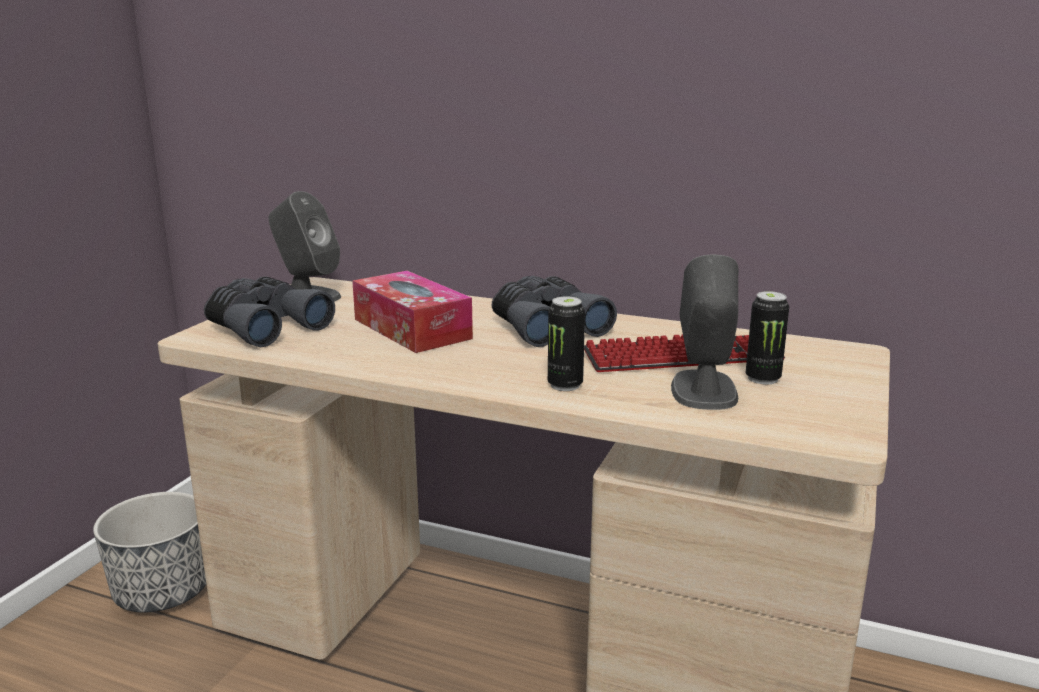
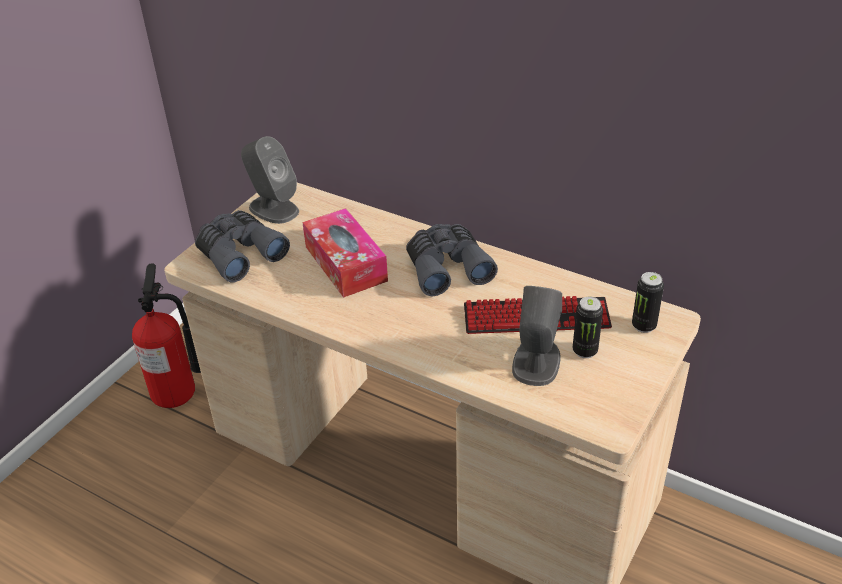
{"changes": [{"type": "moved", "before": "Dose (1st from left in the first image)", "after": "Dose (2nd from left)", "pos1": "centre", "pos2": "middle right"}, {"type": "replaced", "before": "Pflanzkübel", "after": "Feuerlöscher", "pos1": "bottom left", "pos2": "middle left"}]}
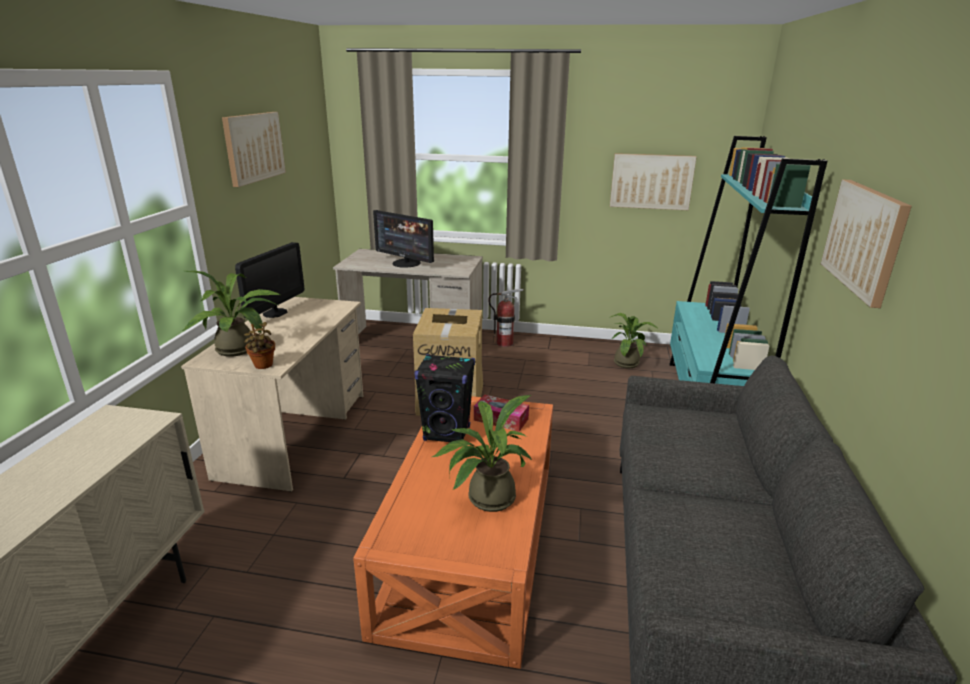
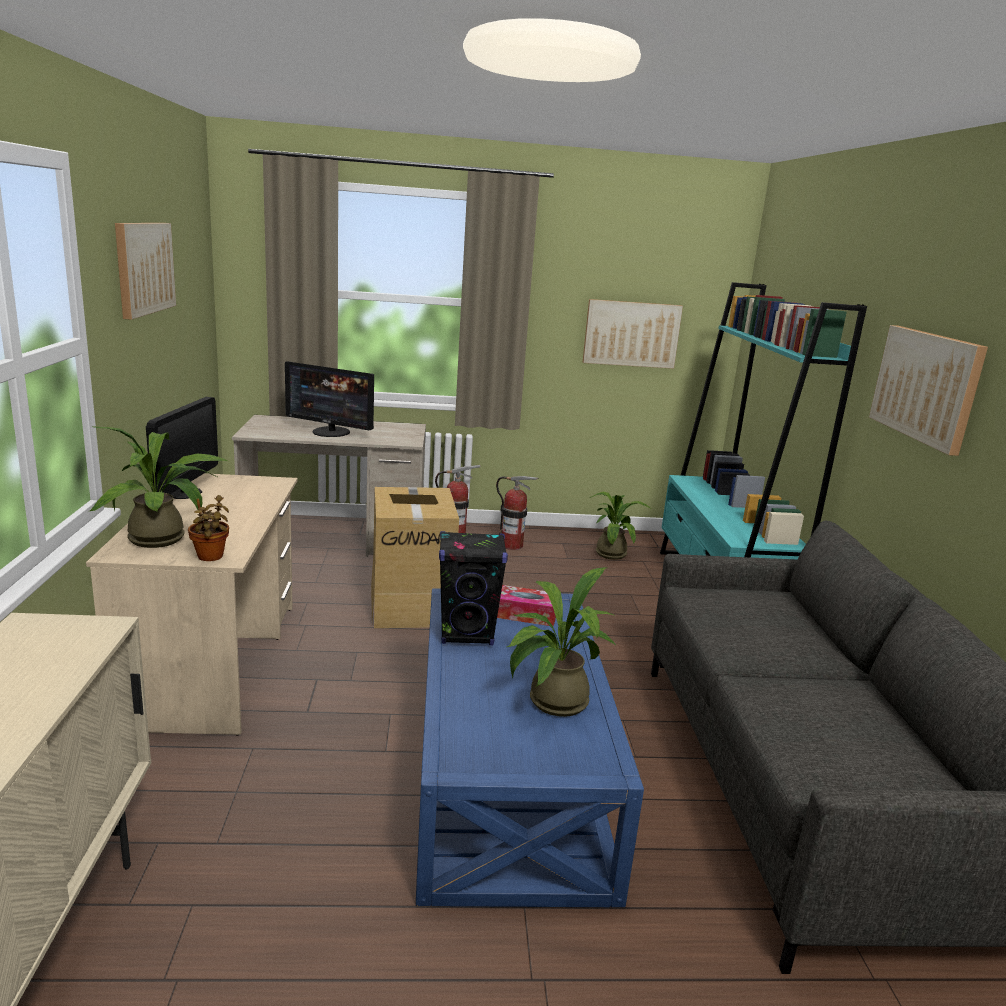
{"changes": [{"type": "added", "after": "Feuerlöscher (2nd from left)", "pos2": "centre"}, {"type": "recoloured", "before": "Couchtisch (orange)", "after": "Couchtisch (blau)", "pos1": "bottom centre", "pos2": "bottom centre"}]}
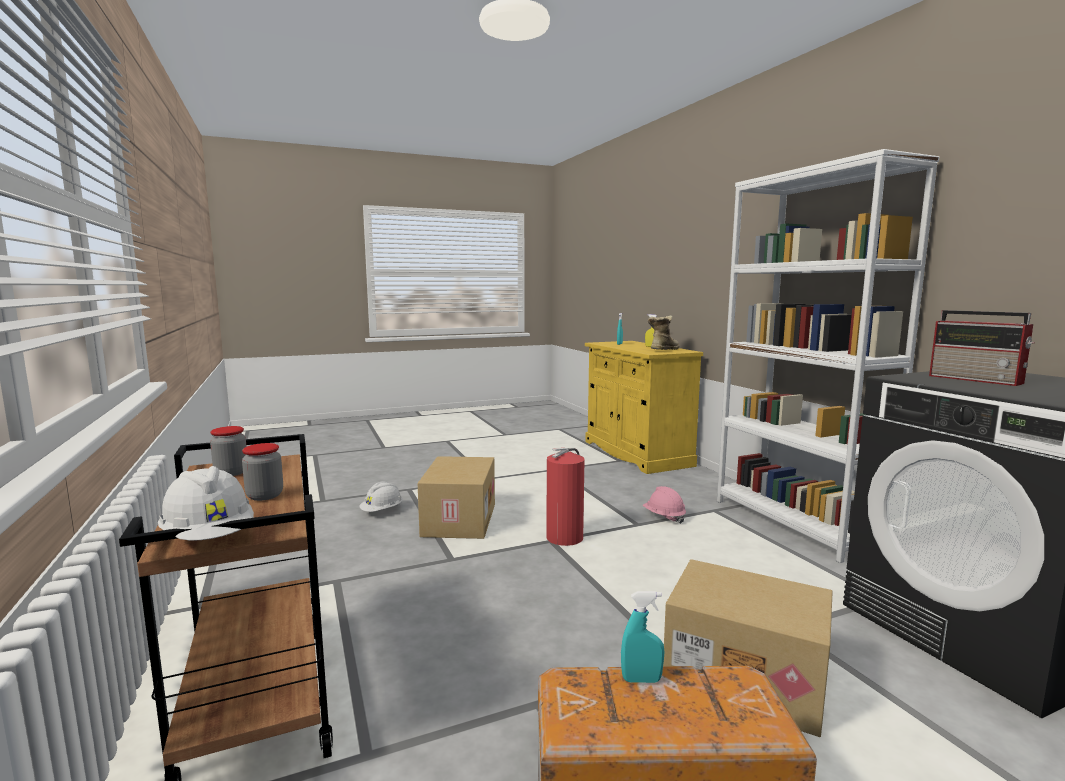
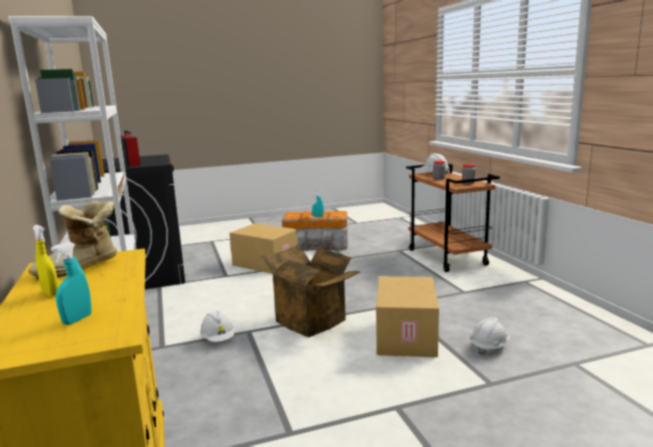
{"changes": [{"type": "replaced", "before": "Feuerlöscher", "after": "Karton (2nd from left)", "pos1": "centre", "pos2": "centre"}, {"type": "recoloured", "before": "Schutzhelm (rosa)", "after": "Schutzhelm (weiß) (1st from left)", "pos1": "centre", "pos2": "bottom left"}]}
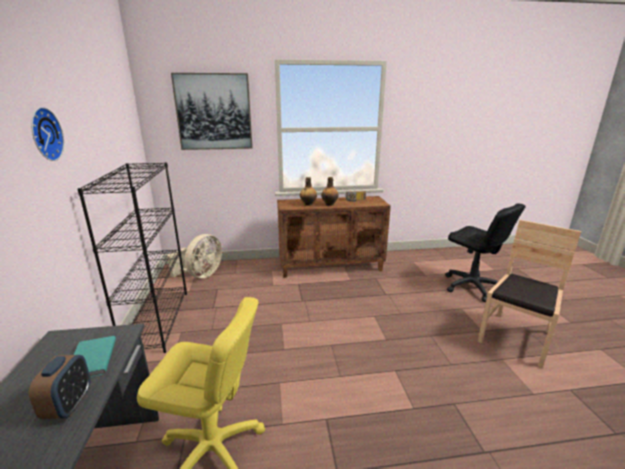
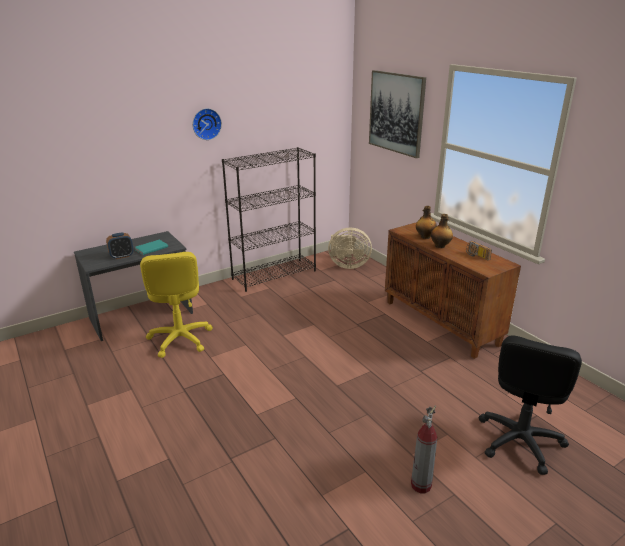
{"changes": [{"type": "replaced", "before": "Stuhl (braun)", "after": "Feuerlöscher", "pos1": "middle right", "pos2": "bottom right"}]}
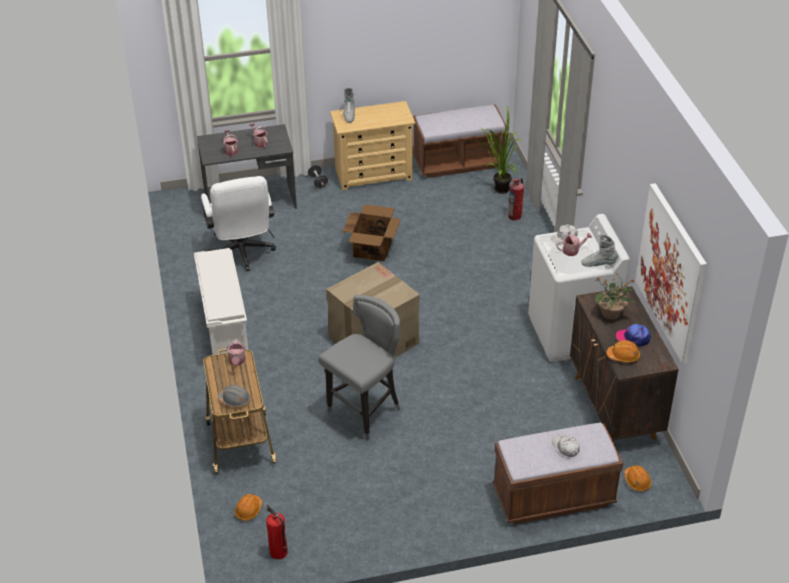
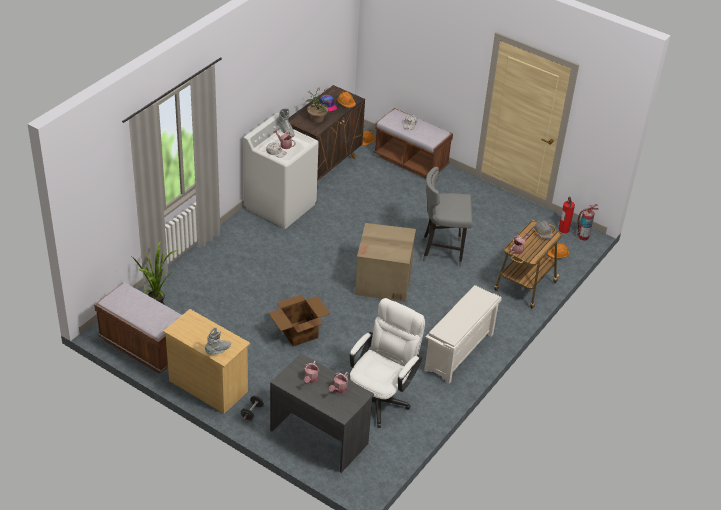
{"changes": [{"type": "removed", "before": "Bild", "pos1": "middle right"}, {"type": "moved", "before": "Feuerlöscher (2nd from left)", "pos1": "centre", "pos2": "middle right"}]}
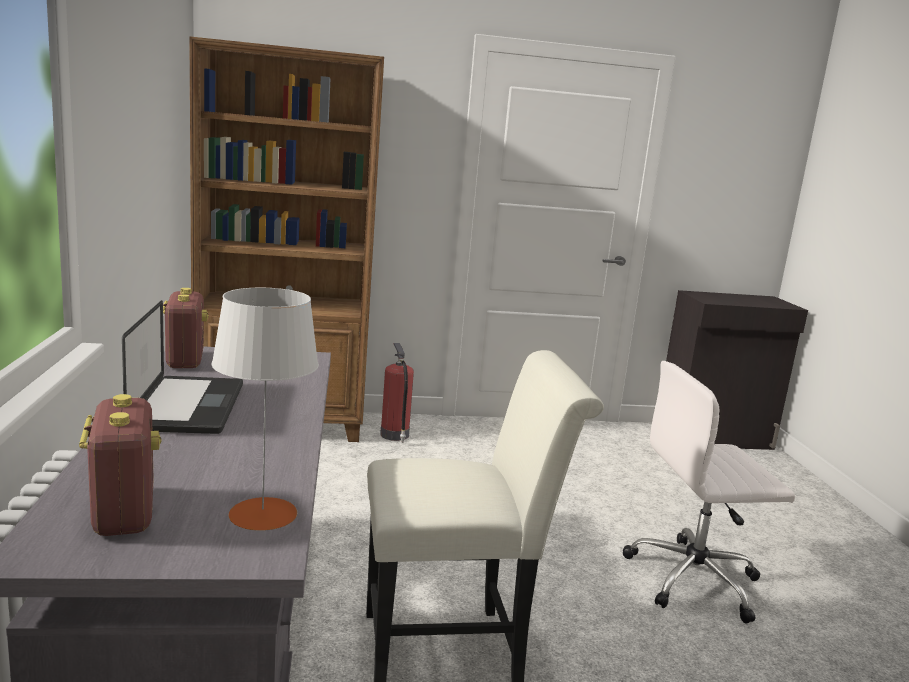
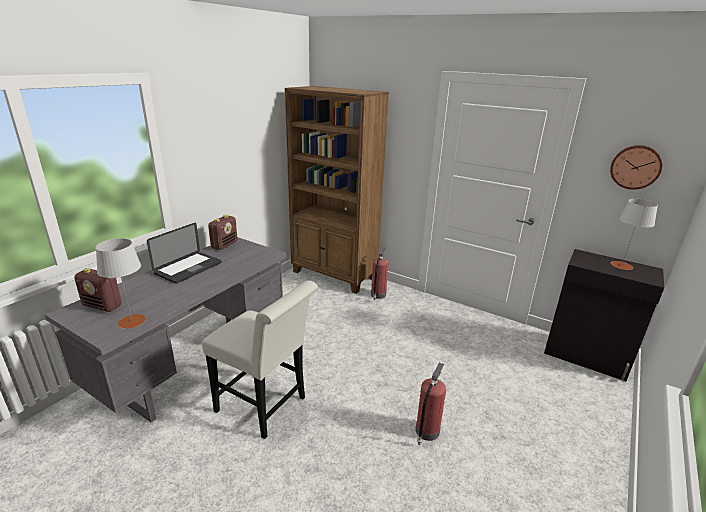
{"changes": [{"type": "added", "after": "Wanduhr", "pos2": "top right"}, {"type": "added", "after": "Tischlampe (grau) (2nd from left)", "pos2": "middle right"}, {"type": "replaced", "before": "Bürostuhl (weiß)", "after": "Feuerlöscher (2nd from left)", "pos1": "bottom right", "pos2": "bottom centre"}, {"type": "turned", "before": "Radio (1st from left)", "pos1": "bottom left", "pos2": "middle left", "turn": 90}]}
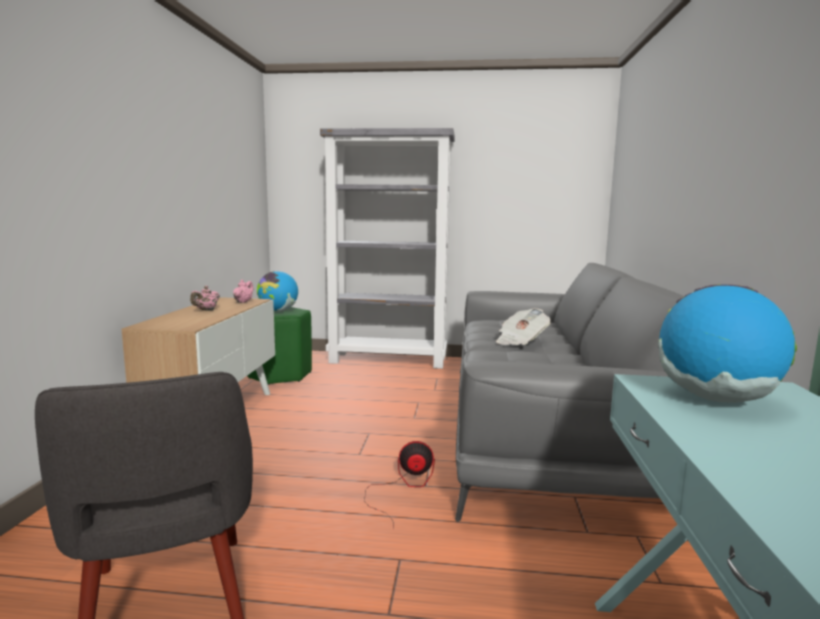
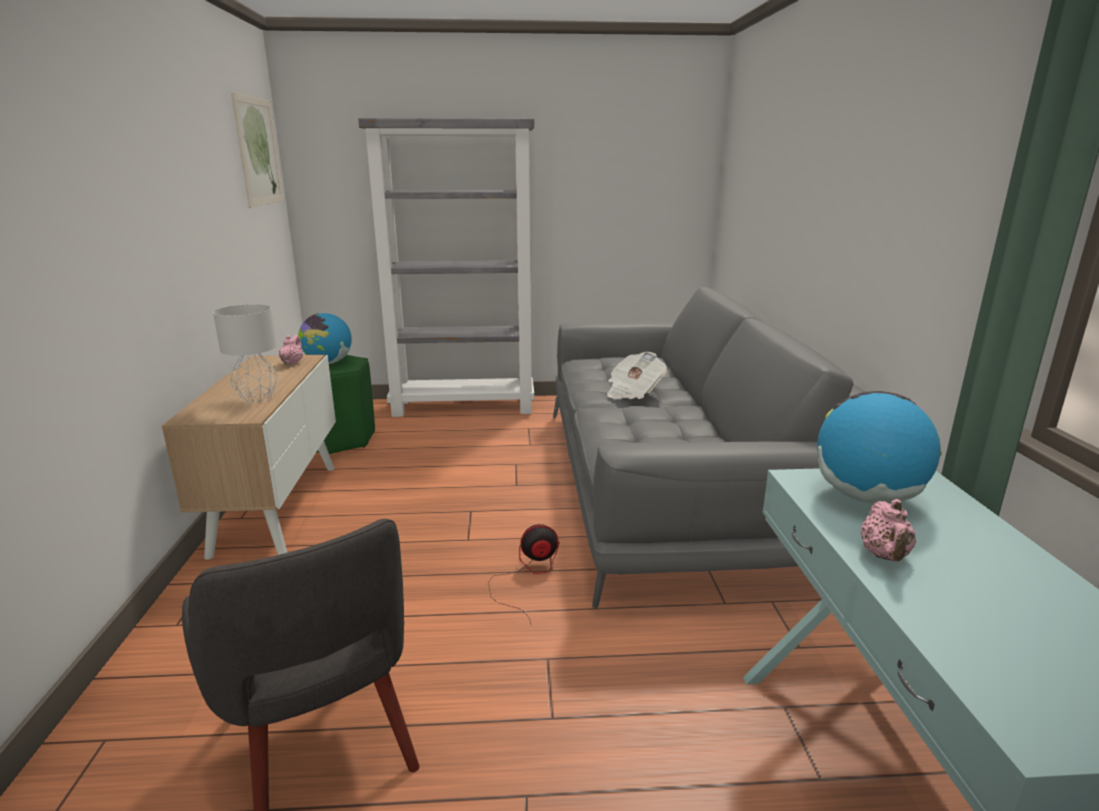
{"changes": [{"type": "added", "after": "Tischlampe (grau)", "pos2": "middle left"}, {"type": "added", "after": "Bild", "pos2": "top left"}, {"type": "moved", "before": "Teekanne (rosa) (1st from left in the first image)", "after": "Teekanne (rosa) (2nd from left)", "pos1": "middle left", "pos2": "middle right"}]}
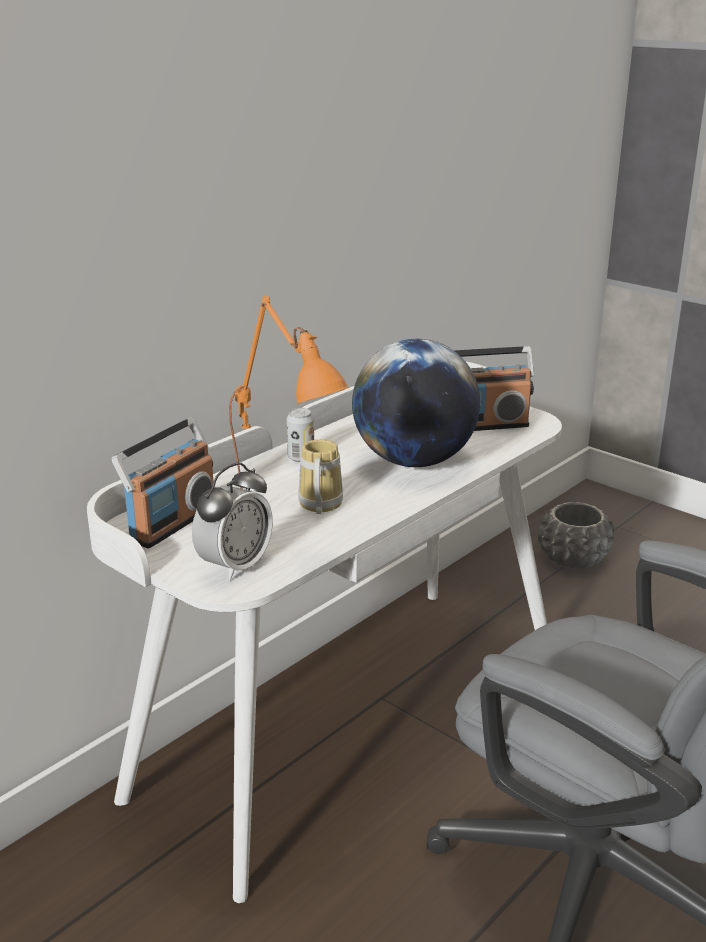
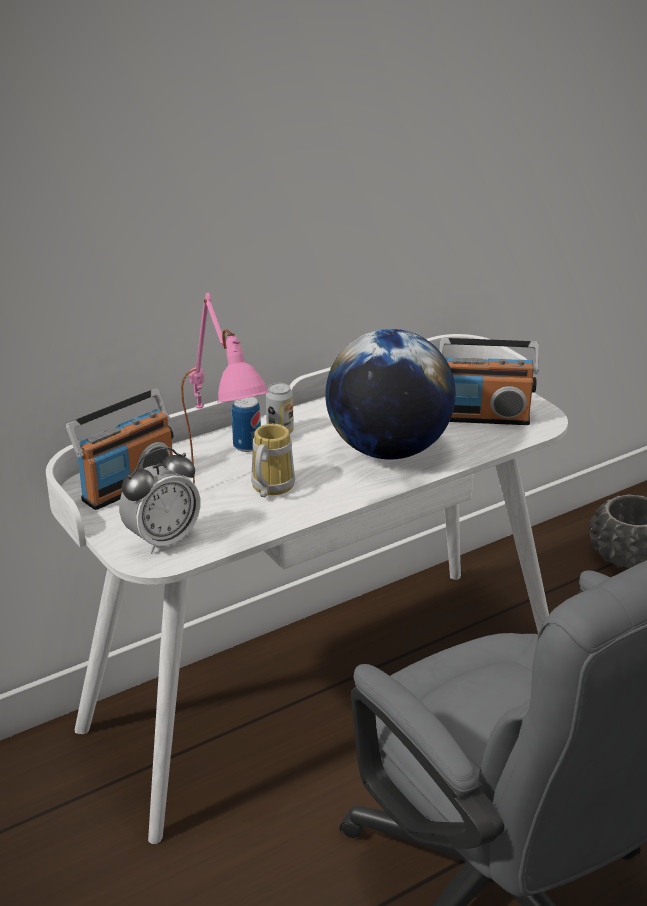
{"changes": [{"type": "added", "after": "Dose (1st from left)", "pos2": "centre"}, {"type": "recoloured", "before": "Tischlampe (orange)", "after": "Tischlampe (rosa)", "pos1": "centre", "pos2": "centre"}]}
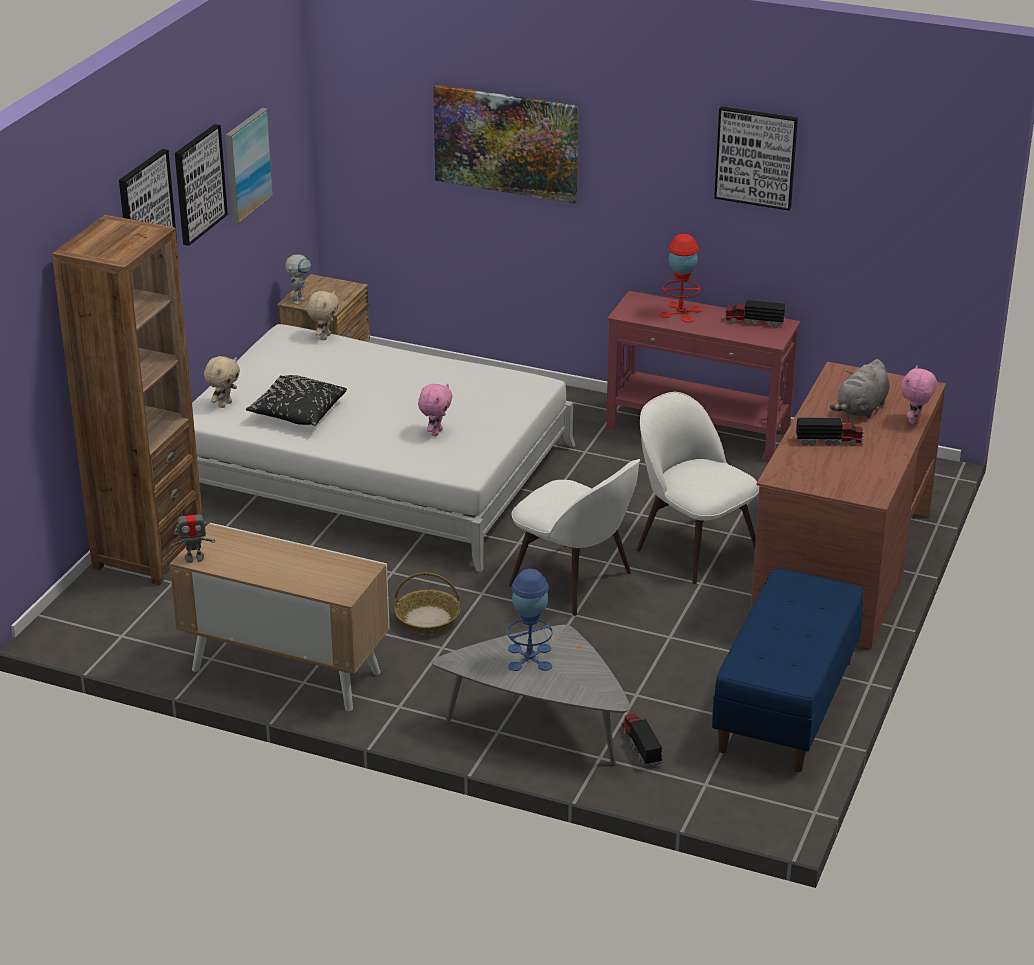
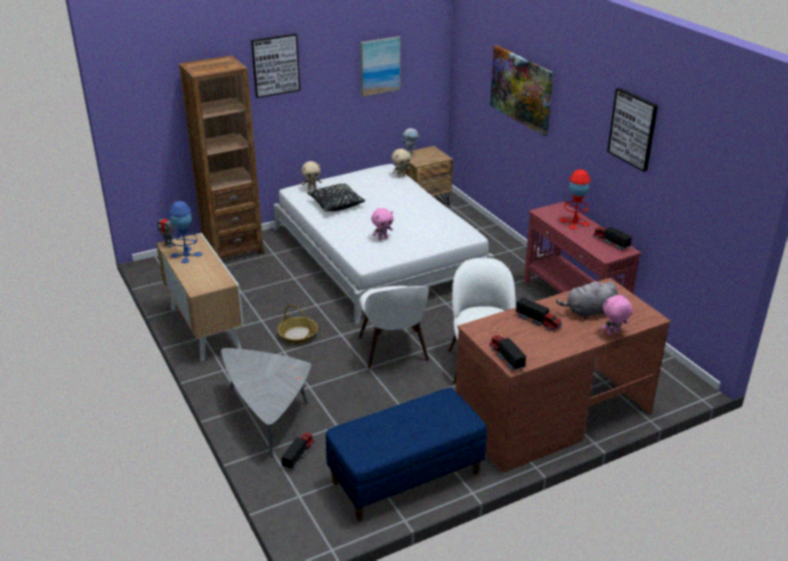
{"changes": [{"type": "removed", "before": "Bild (2nd from left)", "pos1": "top left"}, {"type": "added", "after": "Spielzeuglaster (2nd from left)", "pos2": "centre"}, {"type": "moved", "before": "Tischlampe (blau)", "pos1": "centre", "pos2": "middle left"}]}
